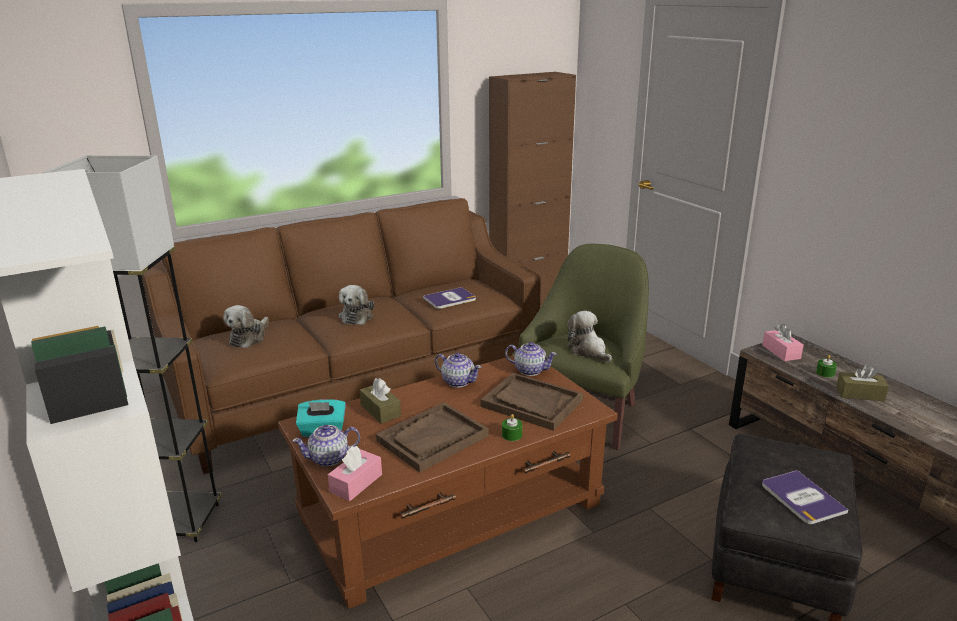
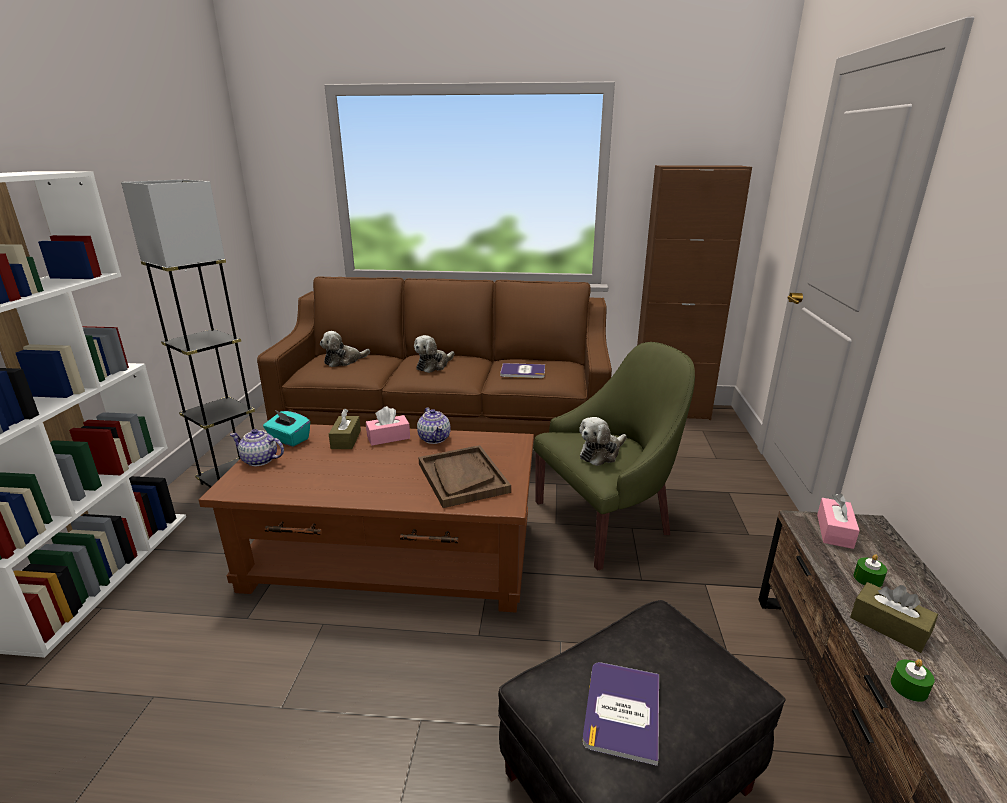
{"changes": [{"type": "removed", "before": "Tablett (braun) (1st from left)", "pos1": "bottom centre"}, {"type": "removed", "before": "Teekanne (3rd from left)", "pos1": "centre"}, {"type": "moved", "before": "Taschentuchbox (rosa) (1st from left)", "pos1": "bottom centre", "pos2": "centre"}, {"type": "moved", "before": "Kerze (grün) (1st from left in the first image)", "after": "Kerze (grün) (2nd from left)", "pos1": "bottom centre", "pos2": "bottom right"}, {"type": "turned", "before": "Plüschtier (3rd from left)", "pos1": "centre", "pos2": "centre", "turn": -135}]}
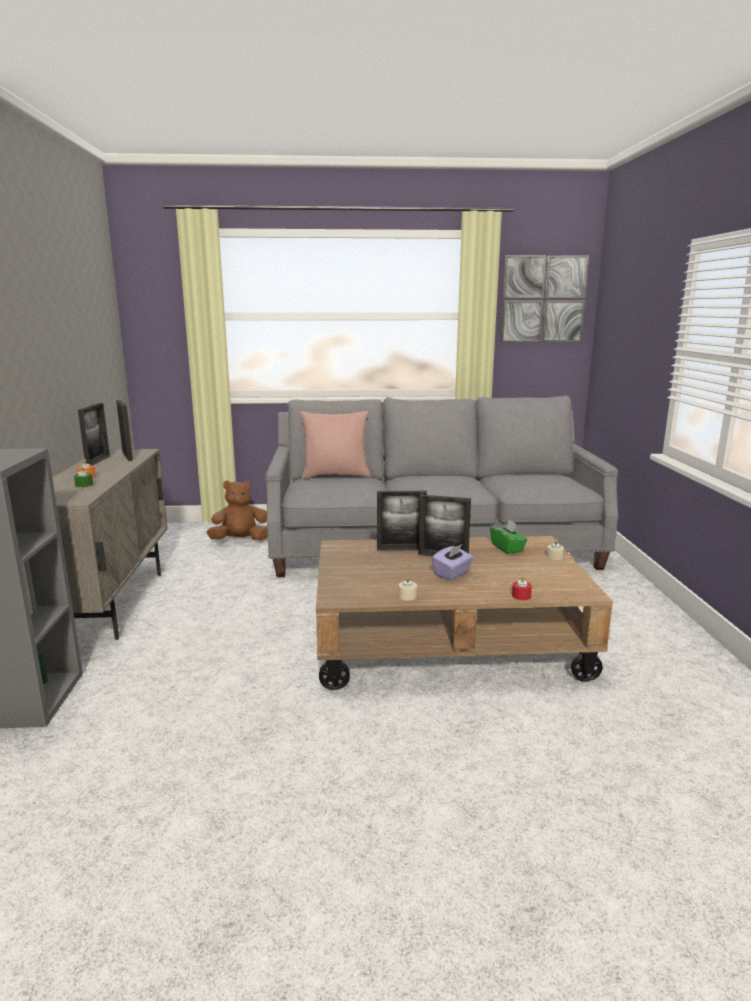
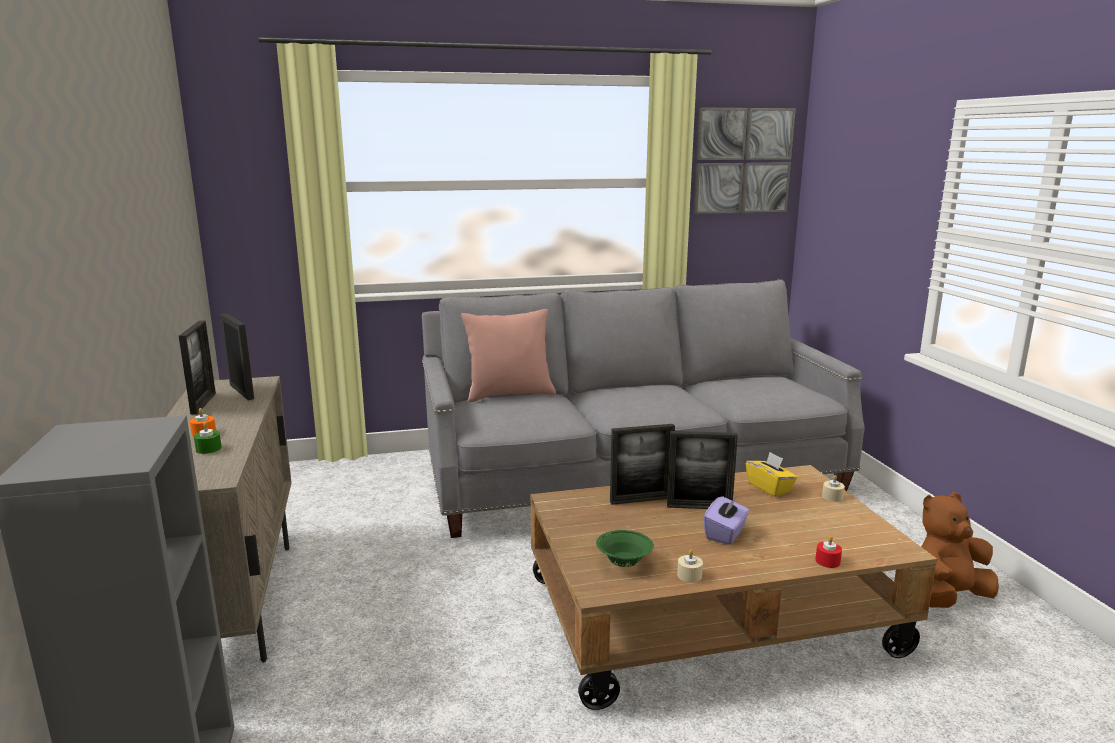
{"changes": [{"type": "added", "after": "Schüssel (grün)", "pos2": "bottom centre"}, {"type": "moved", "before": "Plüschtier (braun)", "pos1": "middle left", "pos2": "bottom right"}, {"type": "recoloured", "before": "Taschentuchbox (grün)", "after": "Taschentuchbox (gelb)", "pos1": "middle right", "pos2": "middle right"}]}
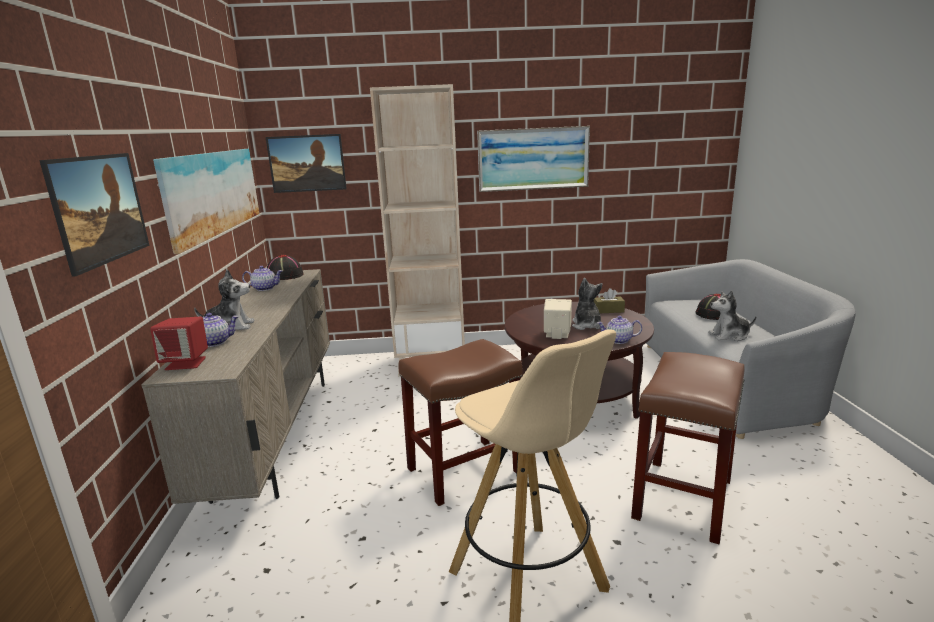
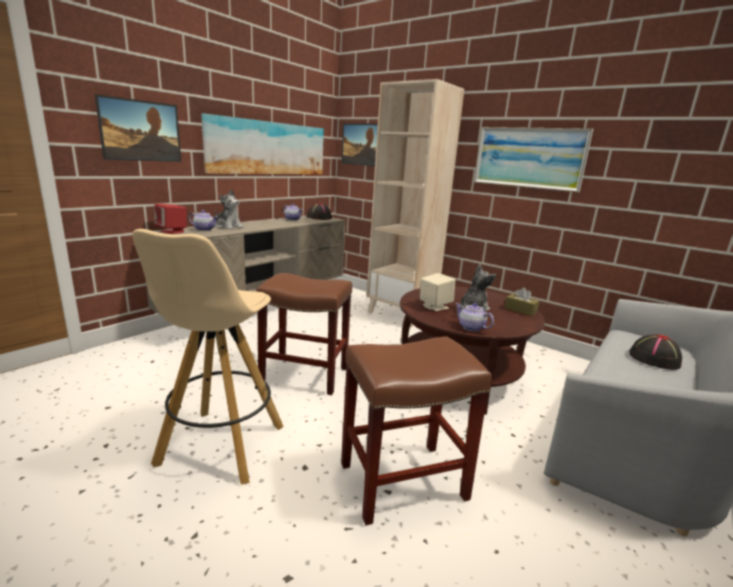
{"changes": [{"type": "removed", "before": "Plüschtier (3rd from left)", "pos1": "middle right"}]}
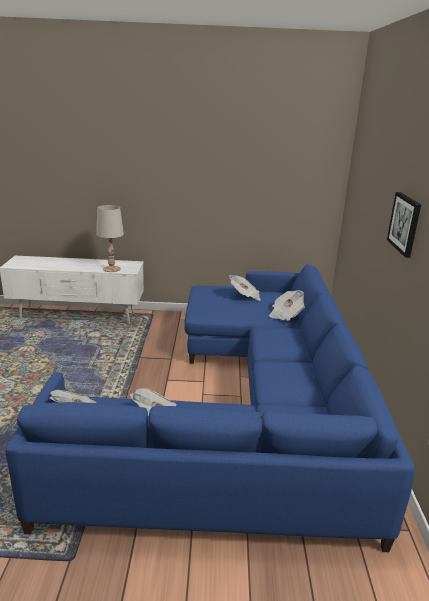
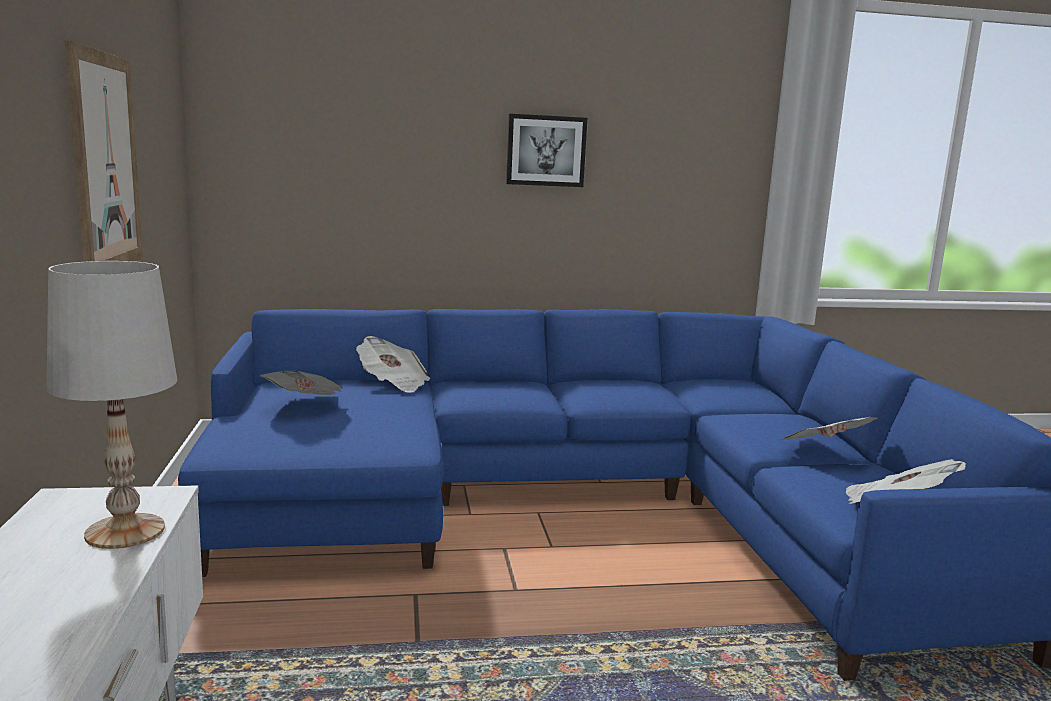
{"changes": [{"type": "added", "after": "Bild (1st from left)", "pos2": "top left"}]}
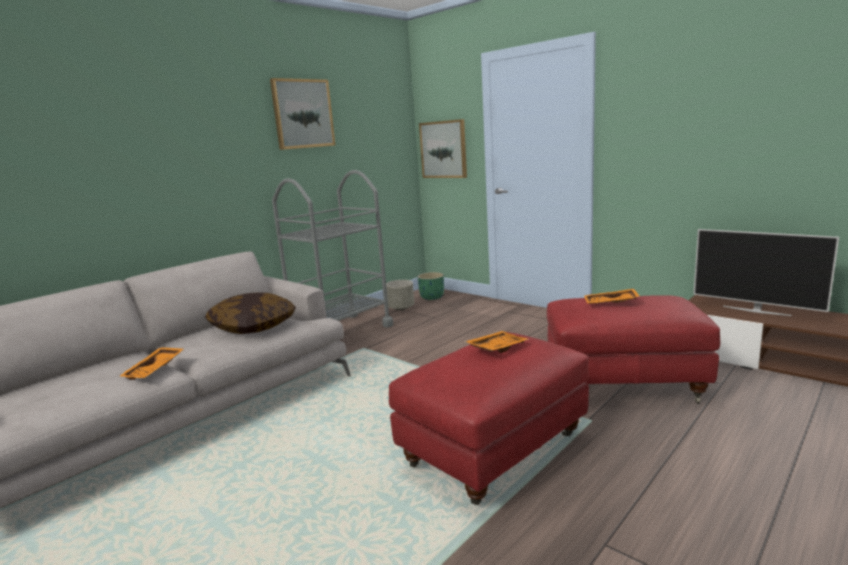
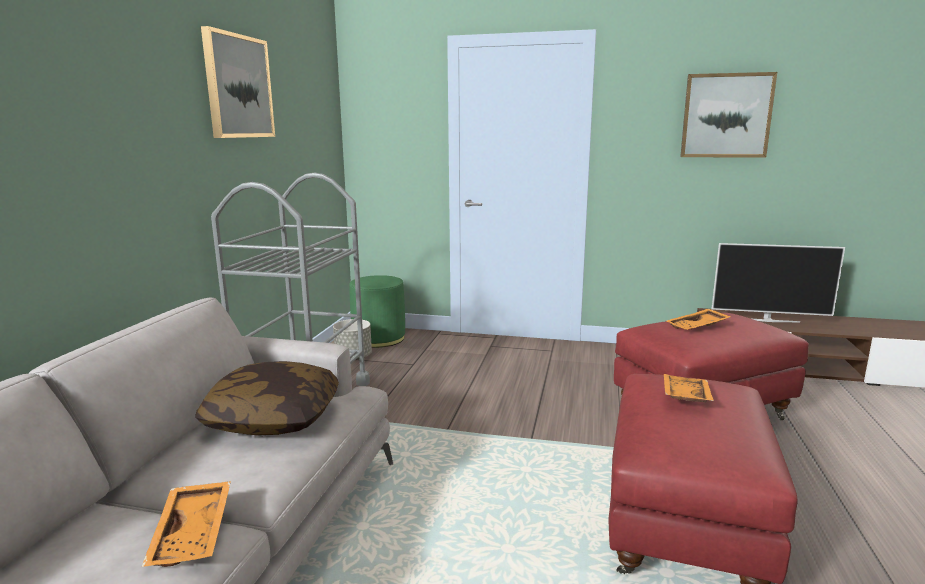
{"changes": [{"type": "moved", "before": "Bild (2nd from left)", "pos1": "top centre", "pos2": "top right"}, {"type": "replaced", "before": "Pflanzkübel (grün)", "after": "Polsterhocker (grün)", "pos1": "centre", "pos2": "centre"}]}
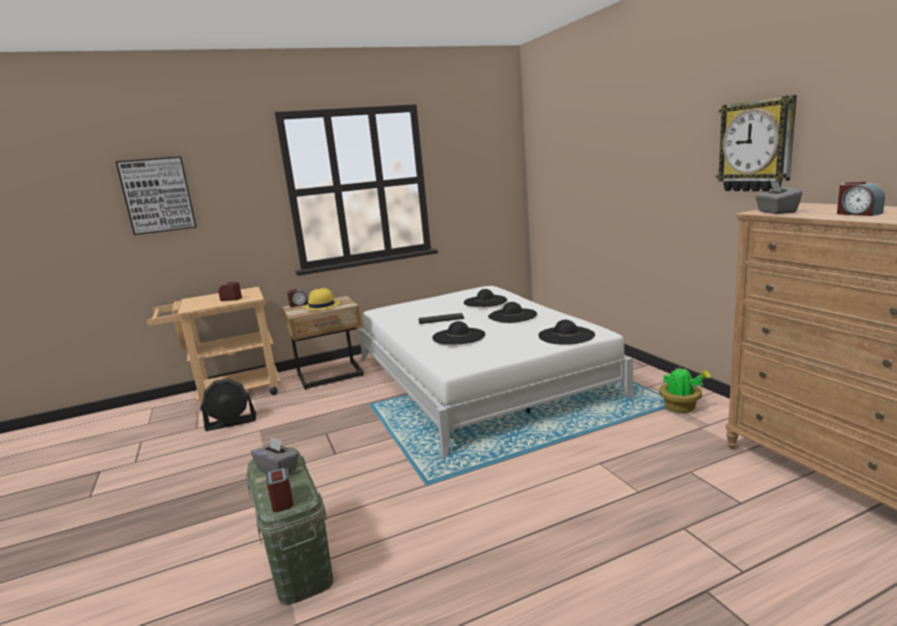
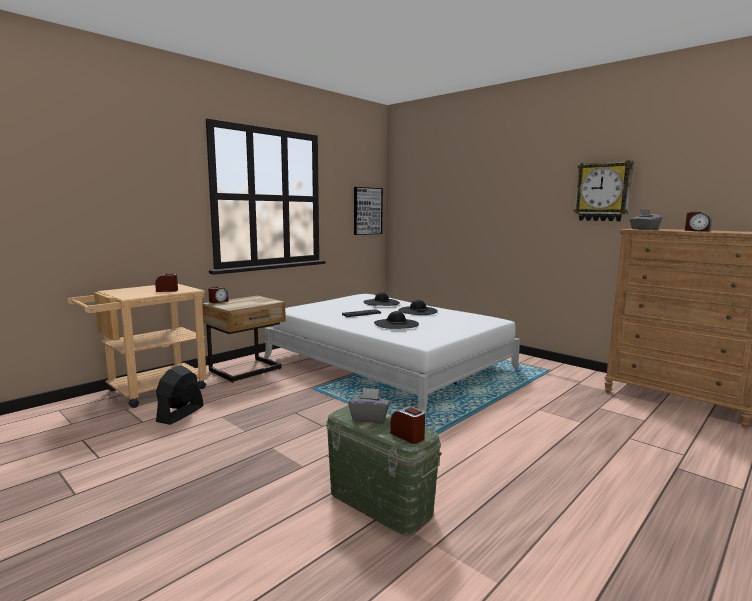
{"changes": [{"type": "removed", "before": "Hut (gelb)", "pos1": "centre"}, {"type": "removed", "before": "Hut (schwarz) (4th from left)", "pos1": "centre"}, {"type": "removed", "before": "Topfpflanze", "pos1": "middle right"}, {"type": "moved", "before": "Bild", "pos1": "top left", "pos2": "centre"}, {"type": "turned", "before": "Ventilator (schwarz)", "pos1": "middle left", "pos2": "middle left", "turn": 150}]}
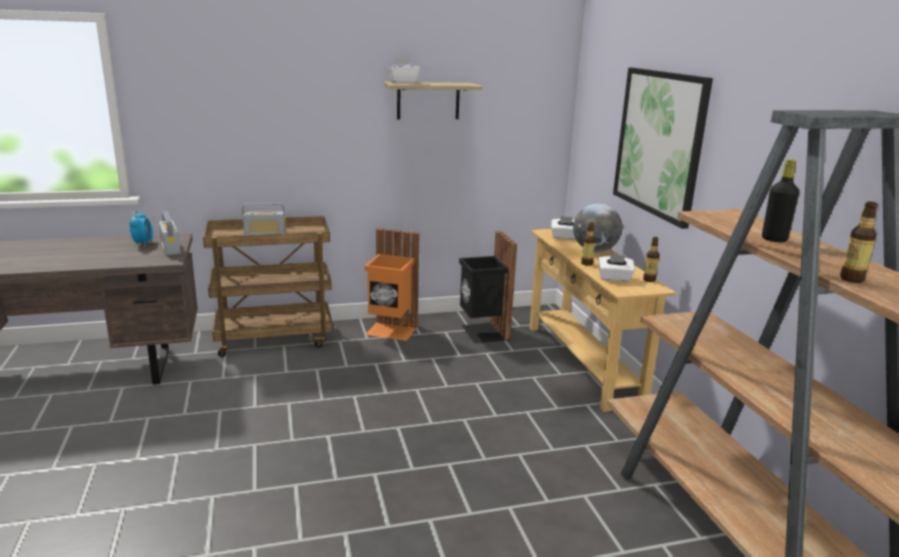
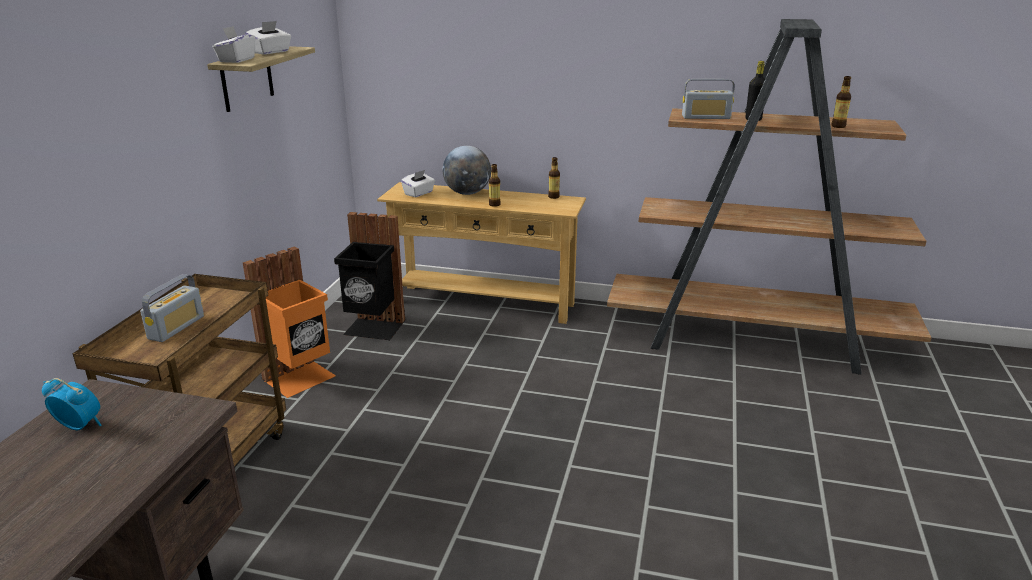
{"changes": [{"type": "removed", "before": "Bild", "pos1": "top right"}, {"type": "moved", "before": "Radio (1st from left in the first image)", "after": "Radio (2nd from left)", "pos1": "middle left", "pos2": "top right"}, {"type": "moved", "before": "Taschentuchbox (weiß) (3rd from left in the first image)", "after": "Taschentuchbox (weiß) (2nd from left)", "pos1": "middle right", "pos2": "top left"}]}
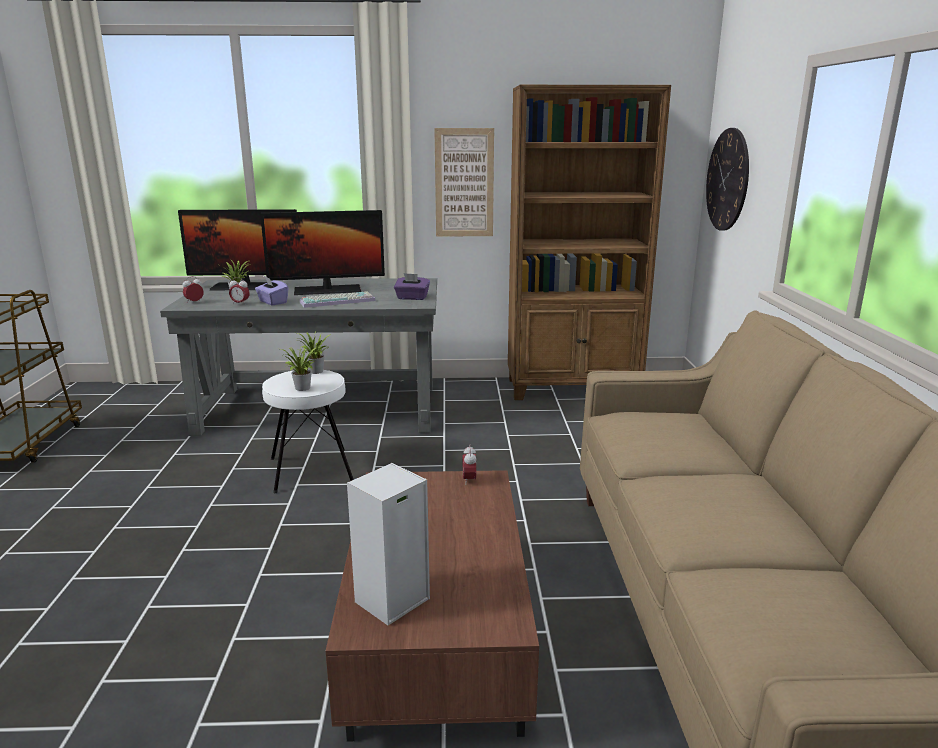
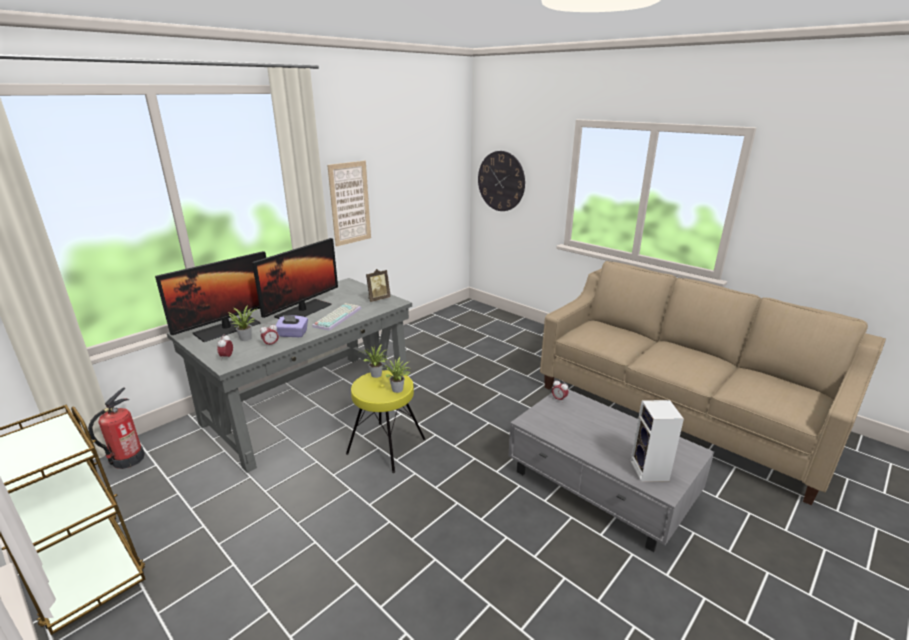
{"changes": [{"type": "removed", "before": "Bücherregal (braun)", "pos1": "top centre"}, {"type": "added", "after": "Feuerlöscher", "pos2": "bottom left"}, {"type": "replaced", "before": "Taschentuchbox (lila) (2nd from left)", "after": "Bilderrahmen", "pos1": "centre", "pos2": "centre"}, {"type": "recoloured", "before": "Hocker (weiß)", "after": "Hocker (gelb)", "pos1": "middle left", "pos2": "centre"}, {"type": "recoloured", "before": "Couchtisch (braun)", "after": "Couchtisch (grau)", "pos1": "bottom centre", "pos2": "bottom right"}]}
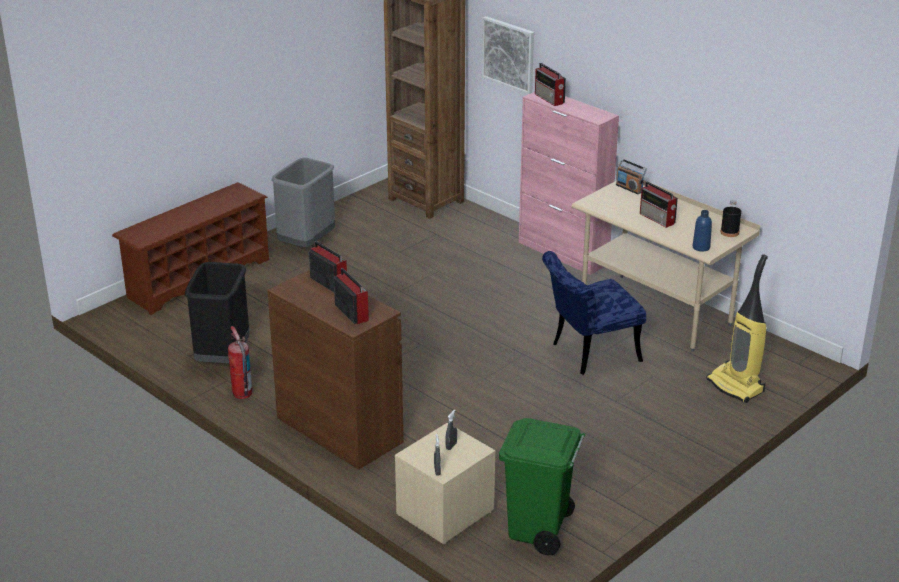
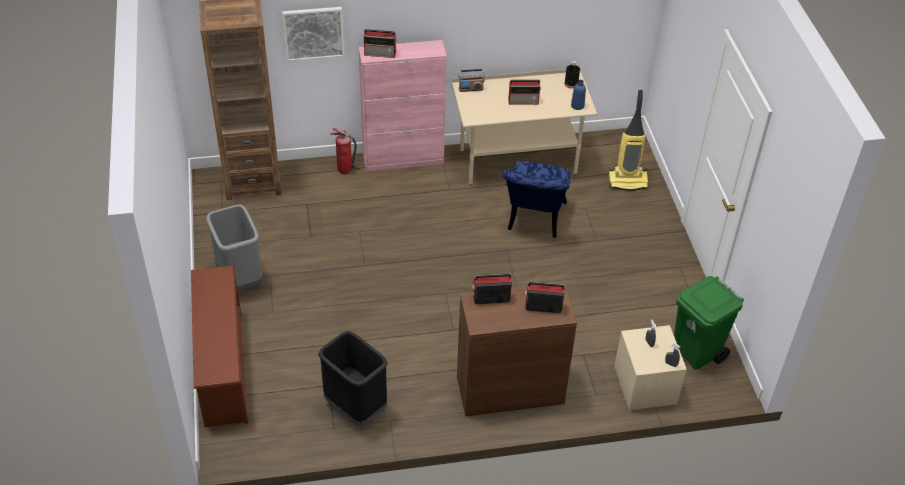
{"changes": [{"type": "moved", "before": "Feuerlöscher", "pos1": "middle left", "pos2": "top centre"}]}
